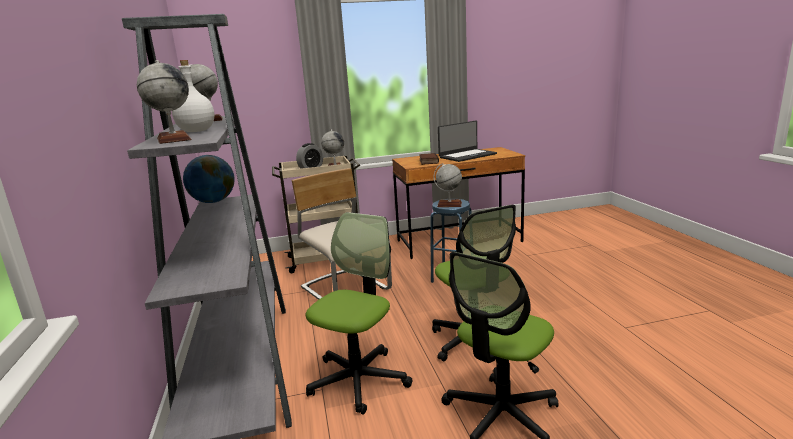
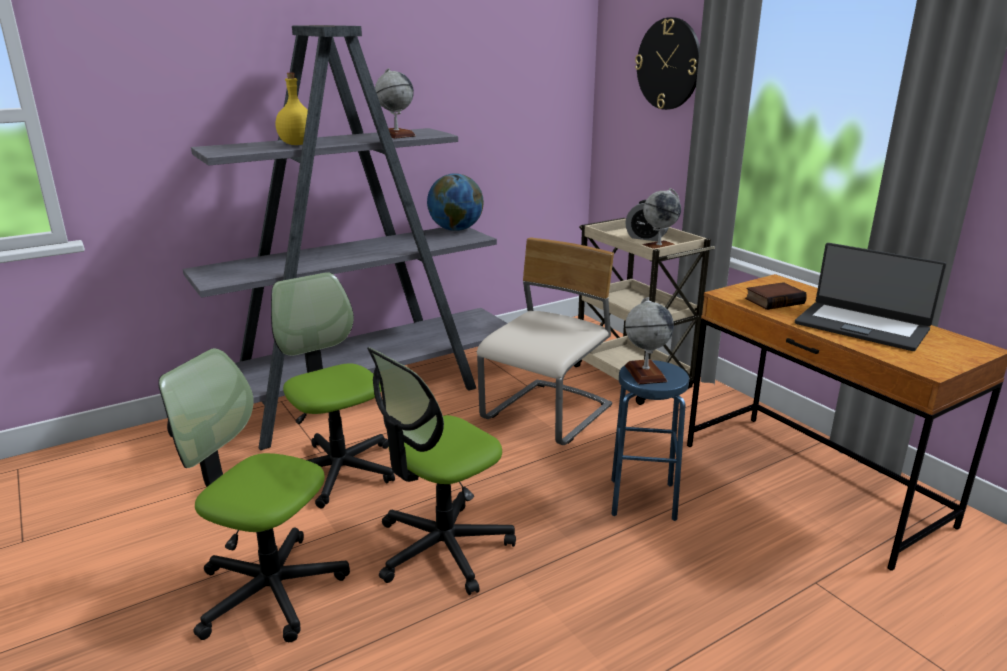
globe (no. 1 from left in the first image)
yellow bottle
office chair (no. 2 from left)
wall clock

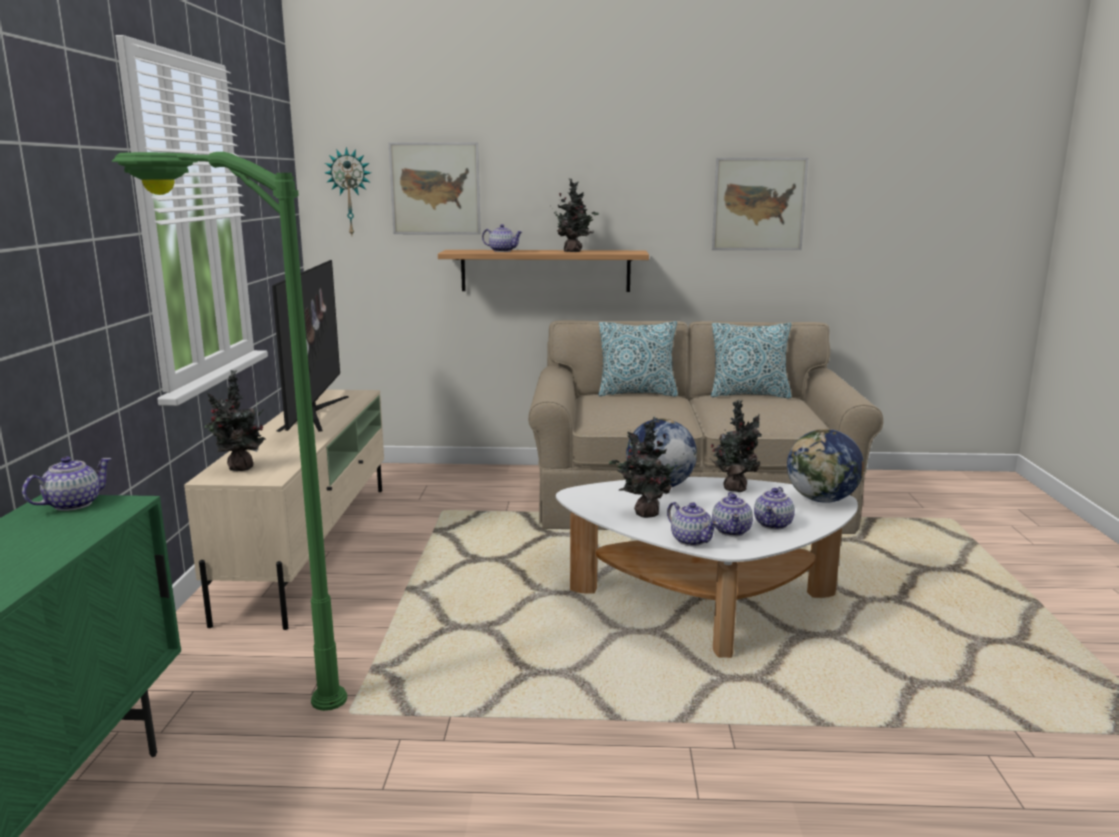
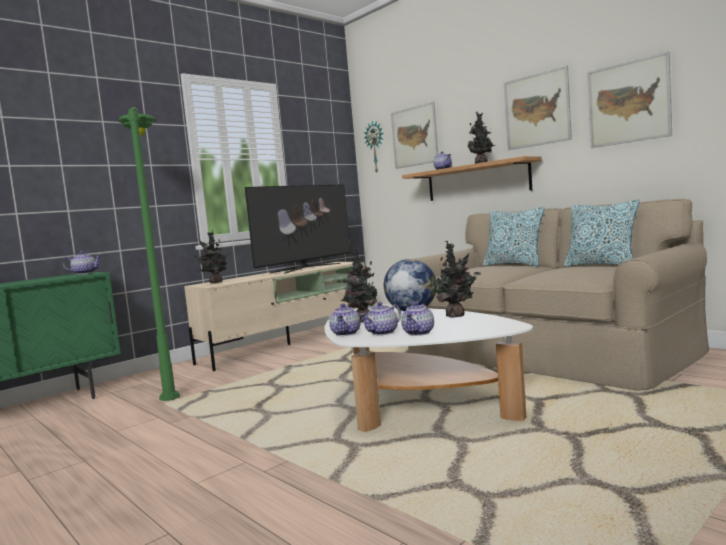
teapot (no. 4 from left)
globe (no. 2 from left in the first image)
picture (no. 2 from left)

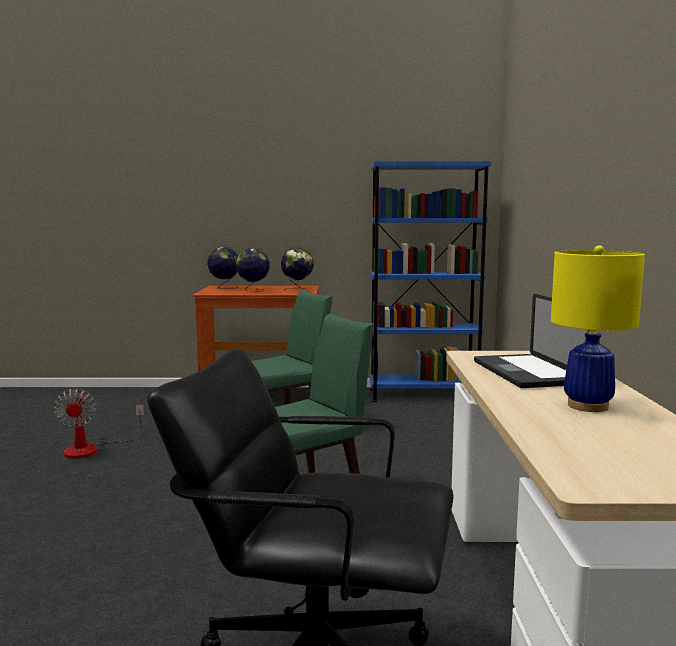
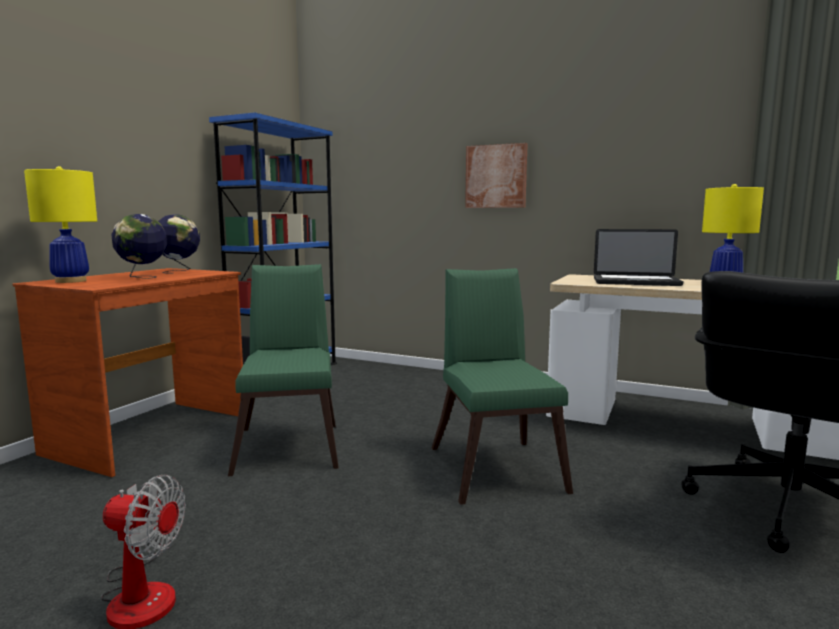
yellow table lamp (no. 1 from left)
picture

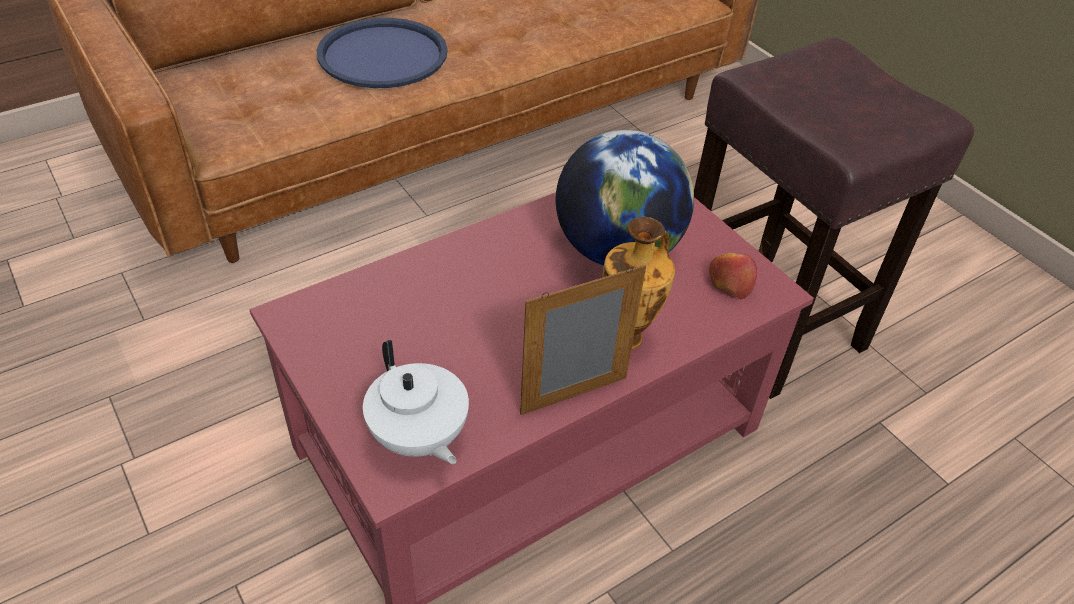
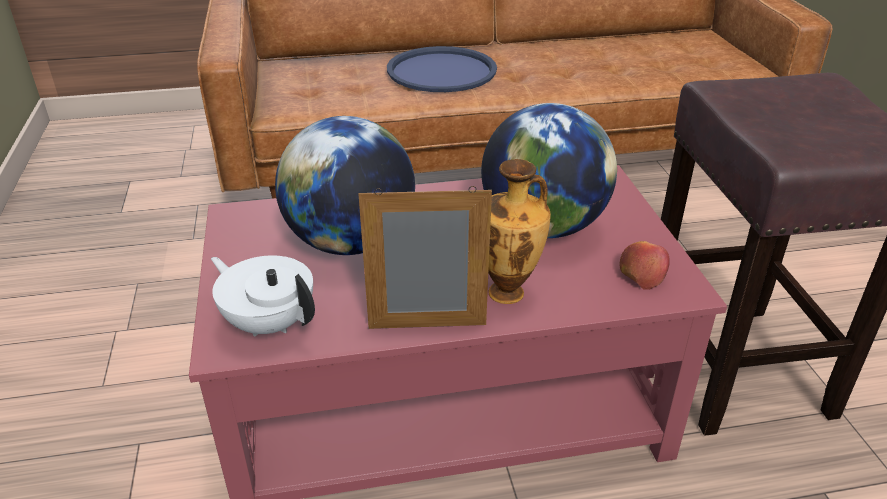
white teapot
globe (no. 1 from left)

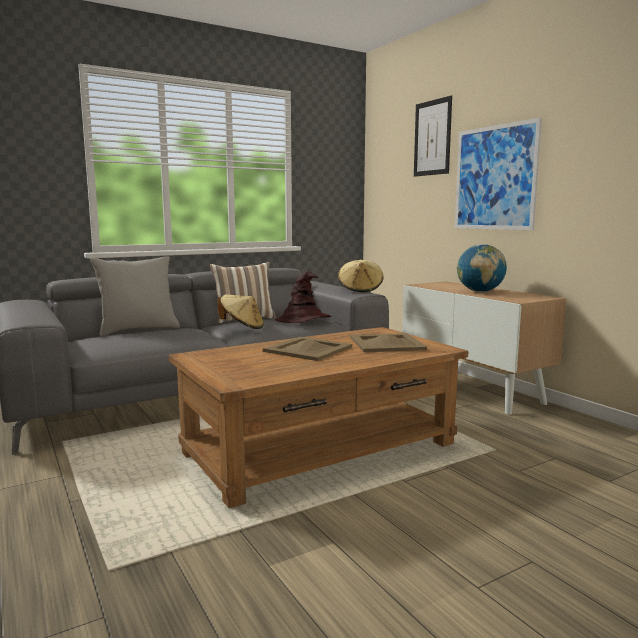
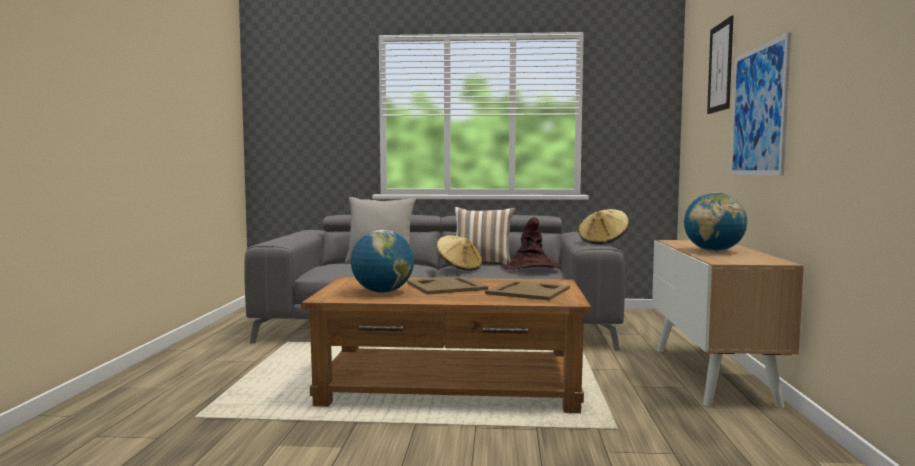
globe (no. 1 from left)

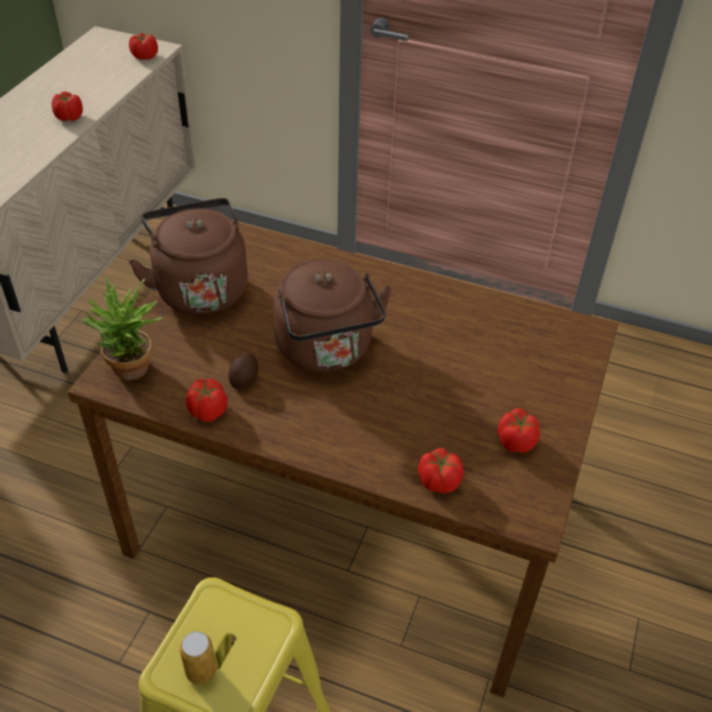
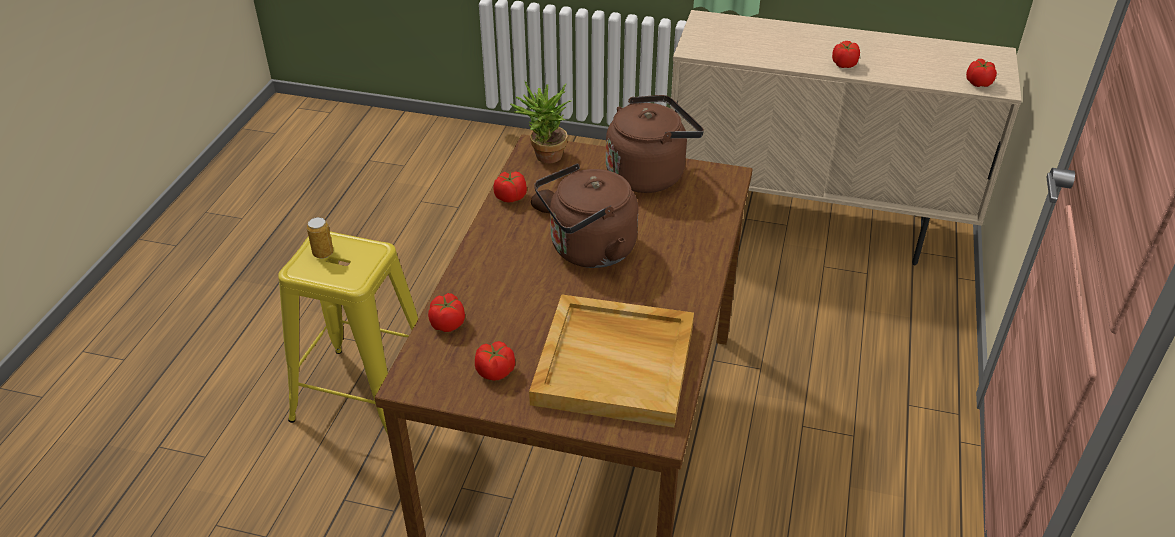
beige tray

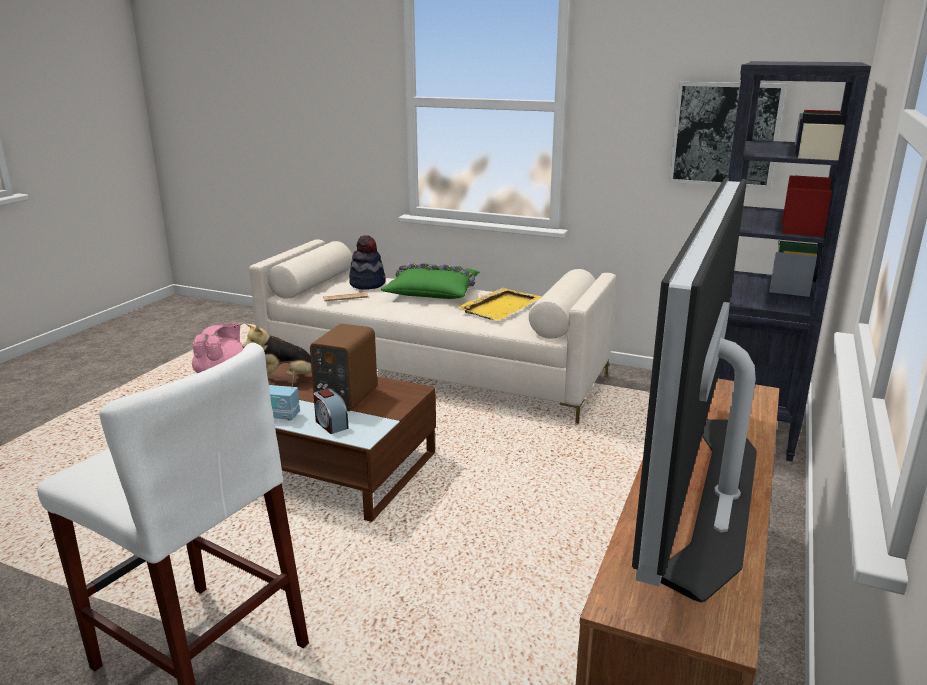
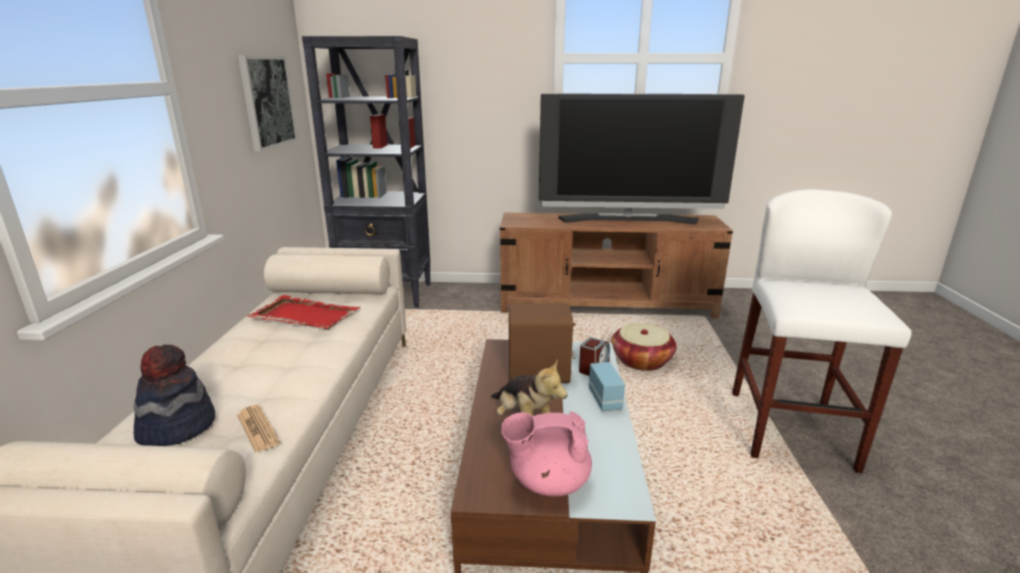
green pillow
red tray
basket

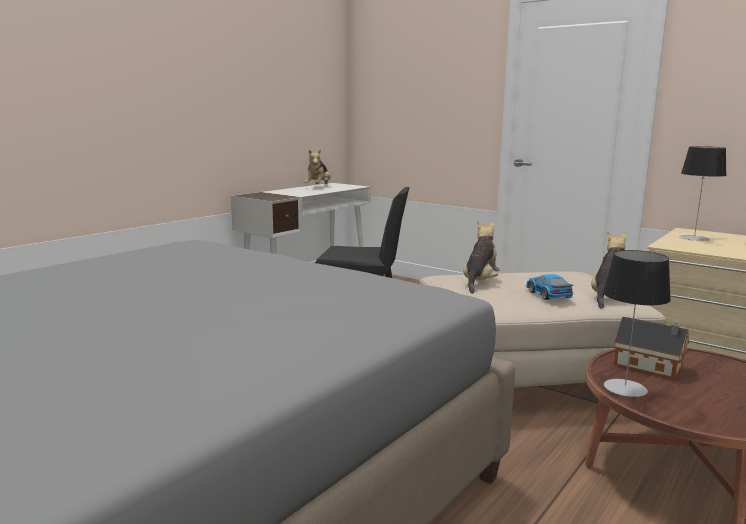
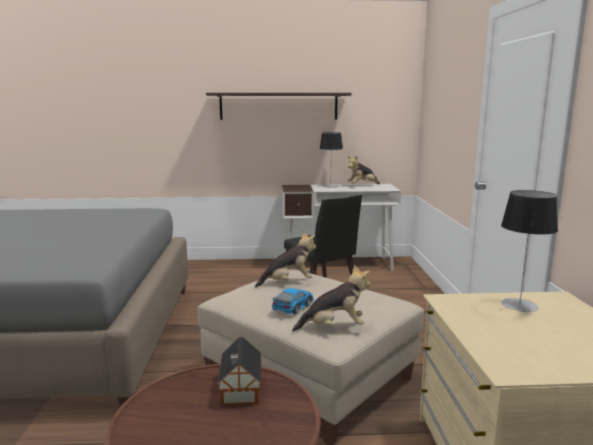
table lamp (no. 1 from left)
shelf

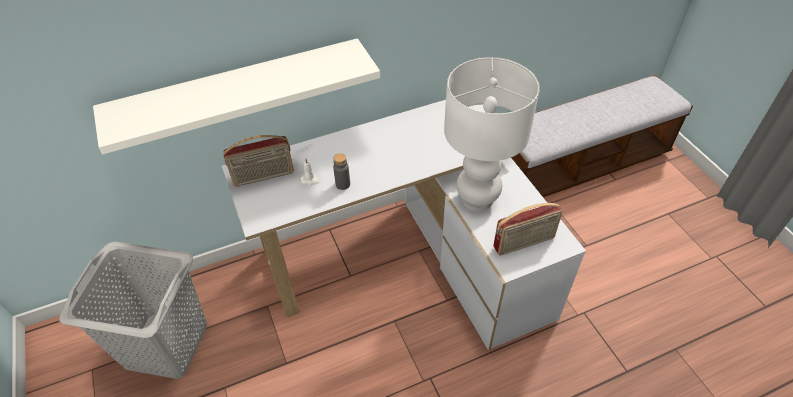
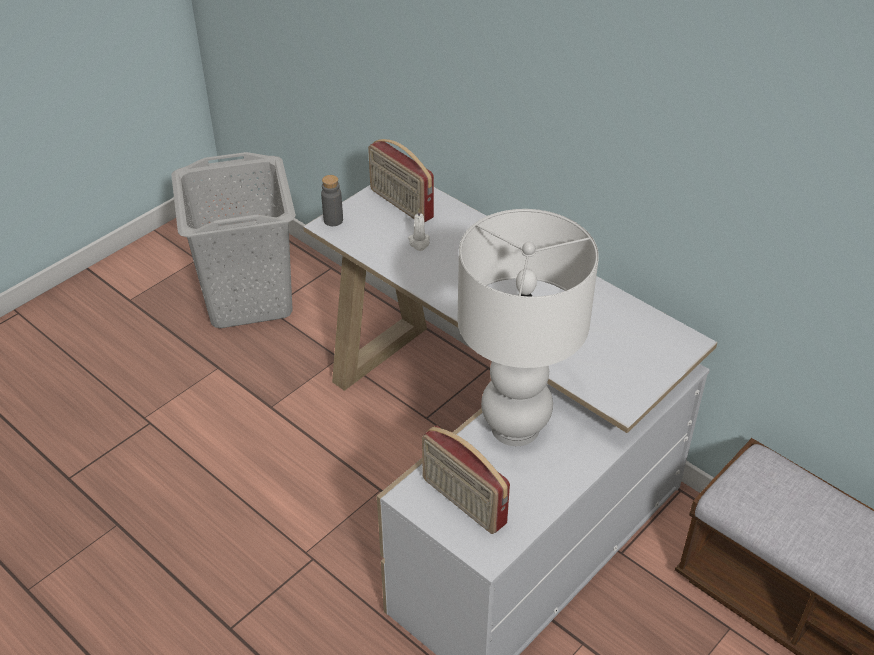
white shelf
grey bottle

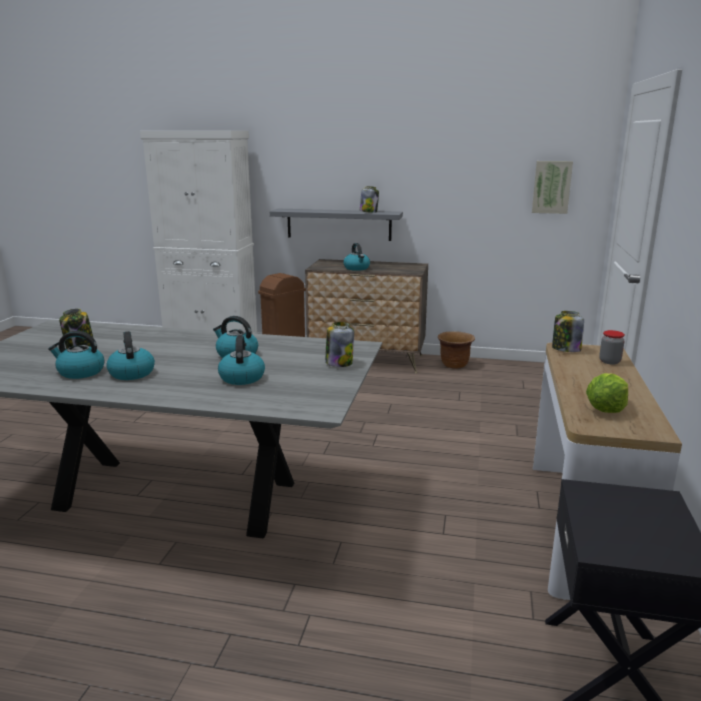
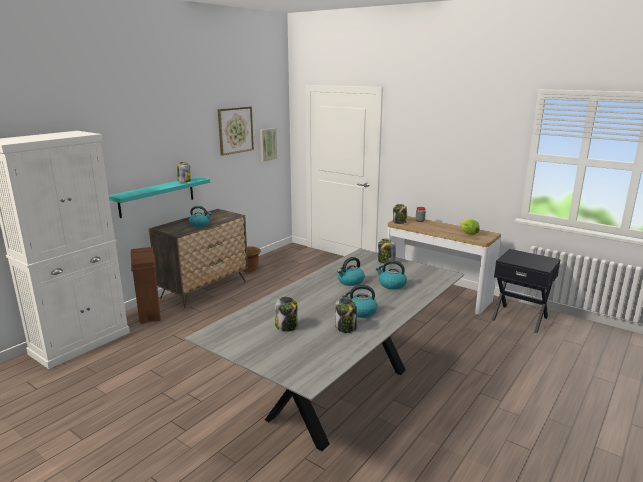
jar (no. 3 from left)
turquoise shelf
picture (no. 1 from left)

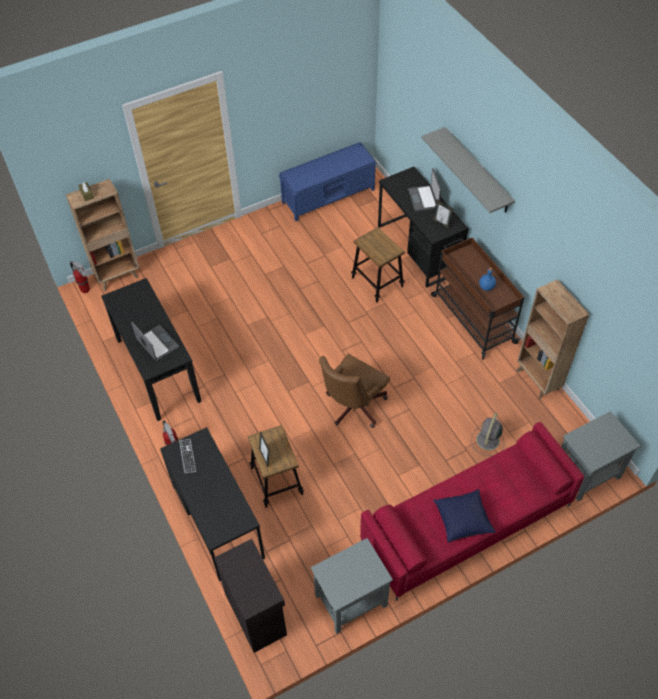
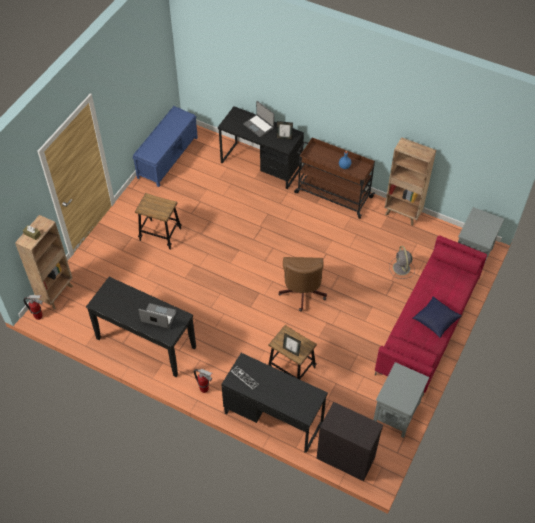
stool (no. 1 from left)
grey shelf

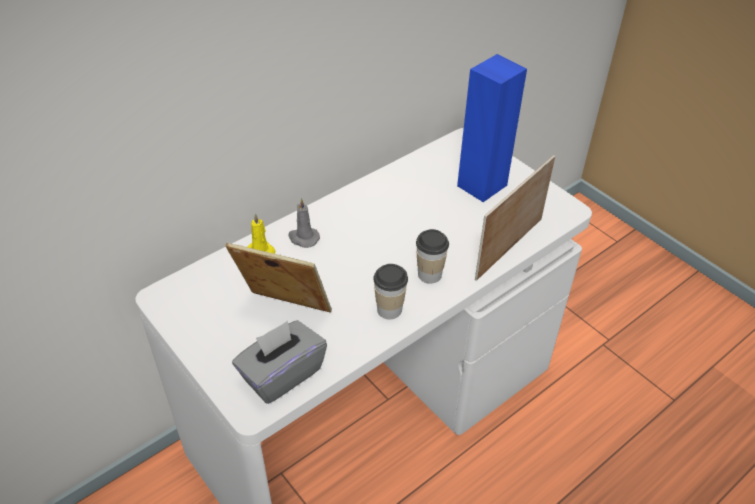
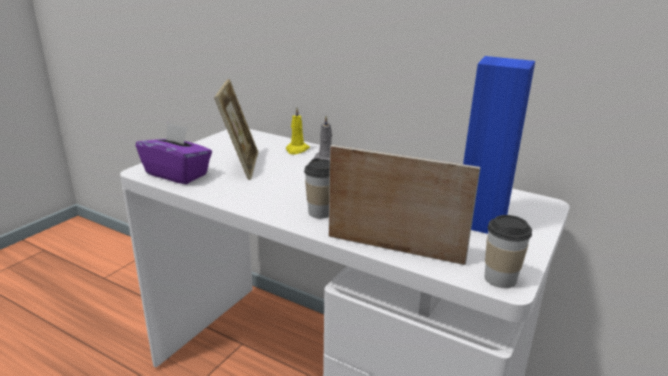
purple tissue box
cup (no. 2 from left)

